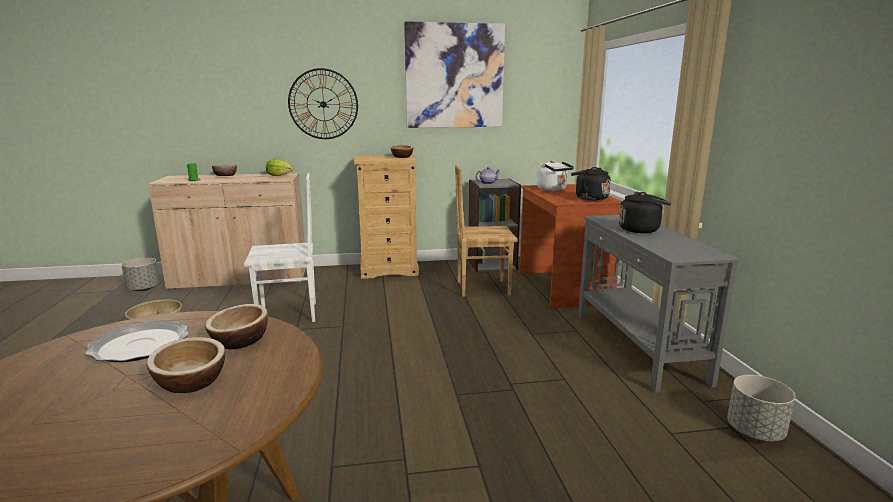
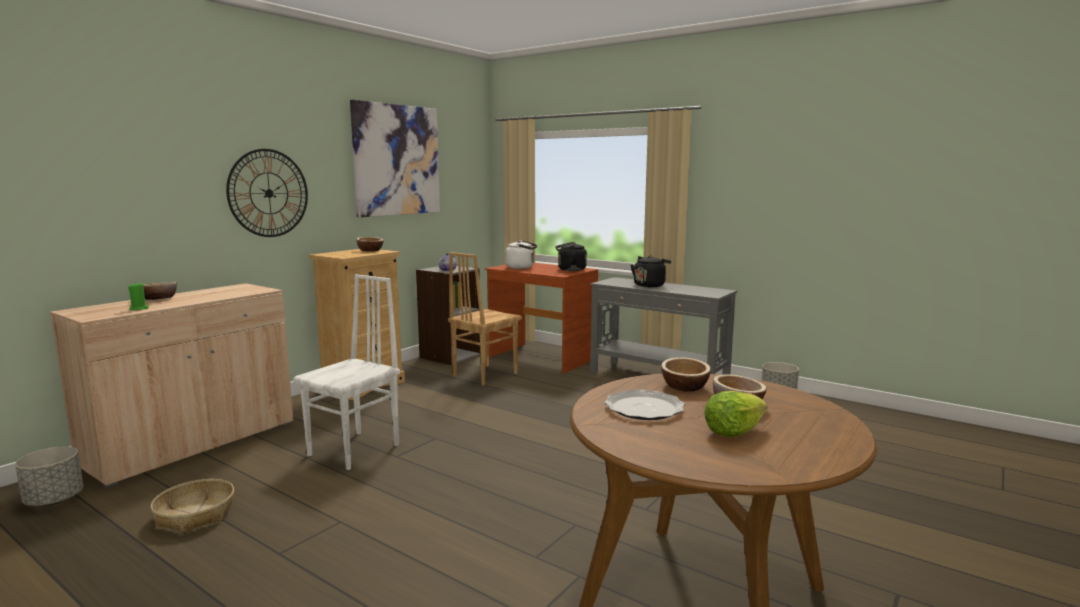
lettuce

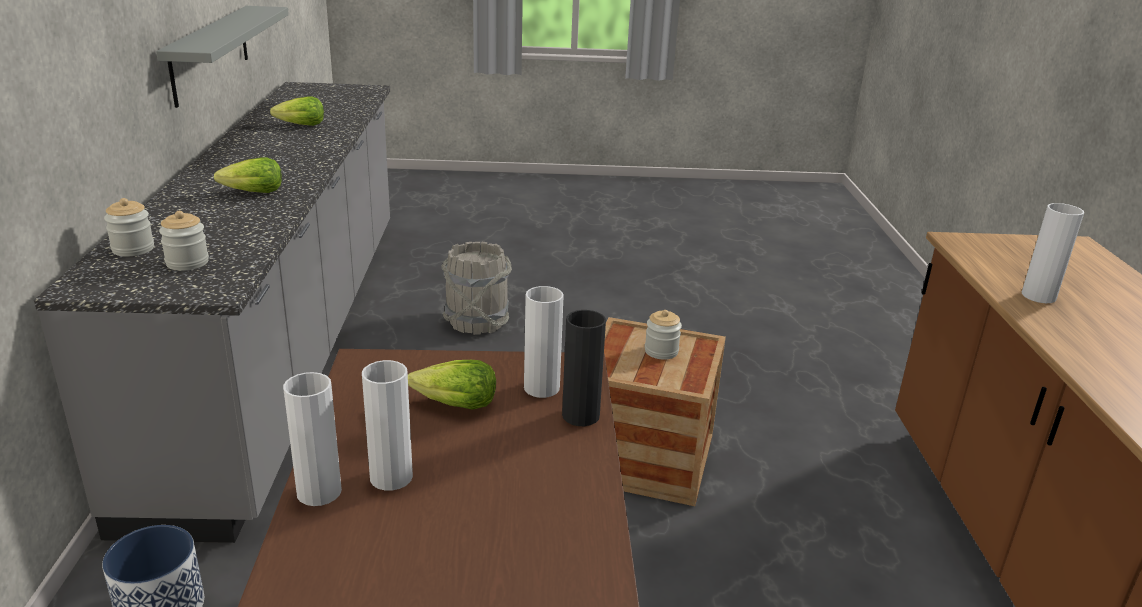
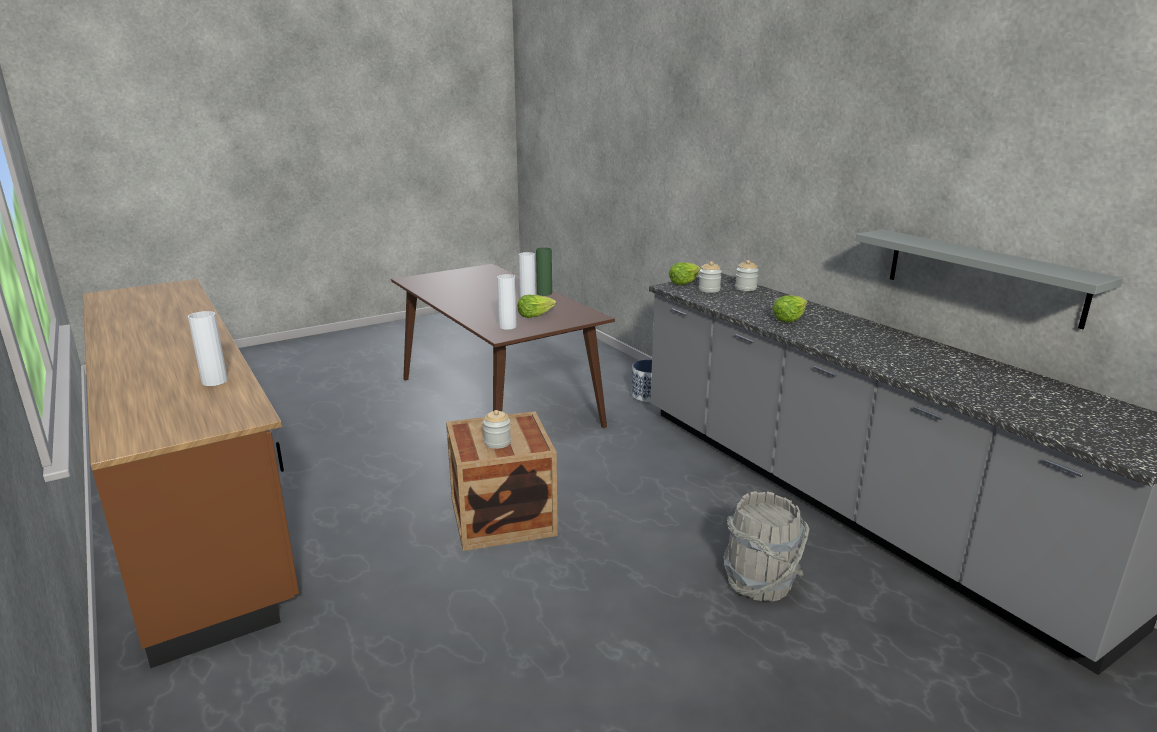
lettuce (no. 2 from left)
green vase
black vase

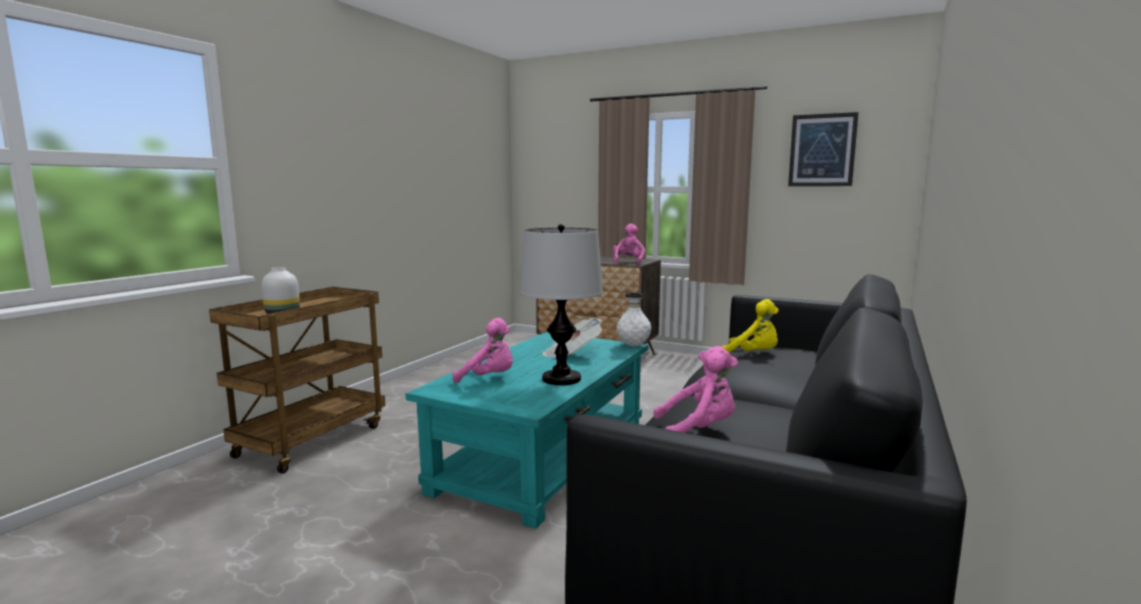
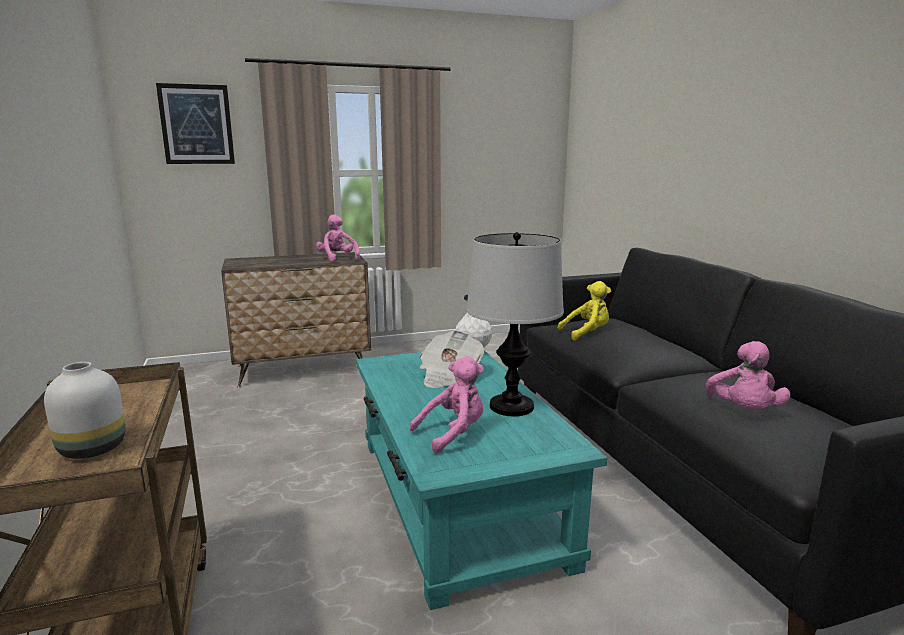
pink plush toy (no. 3 from left)
picture

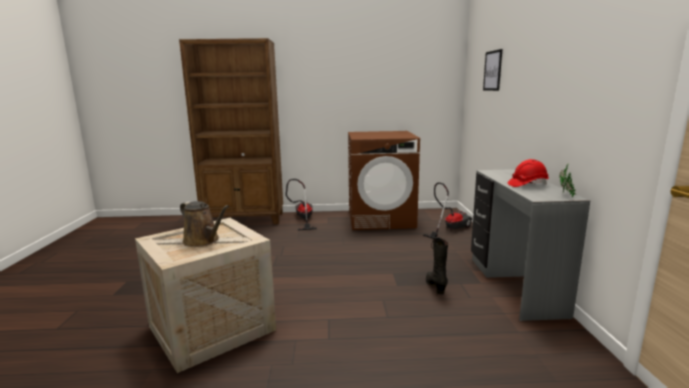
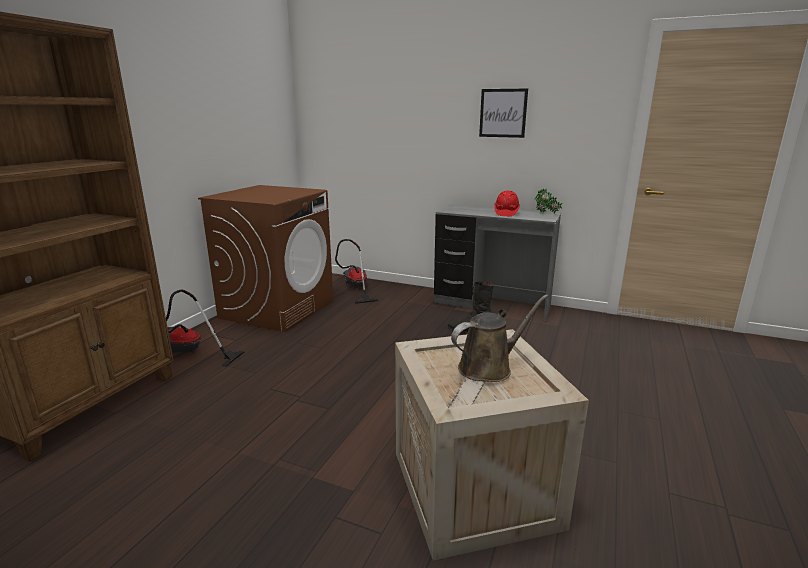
picture

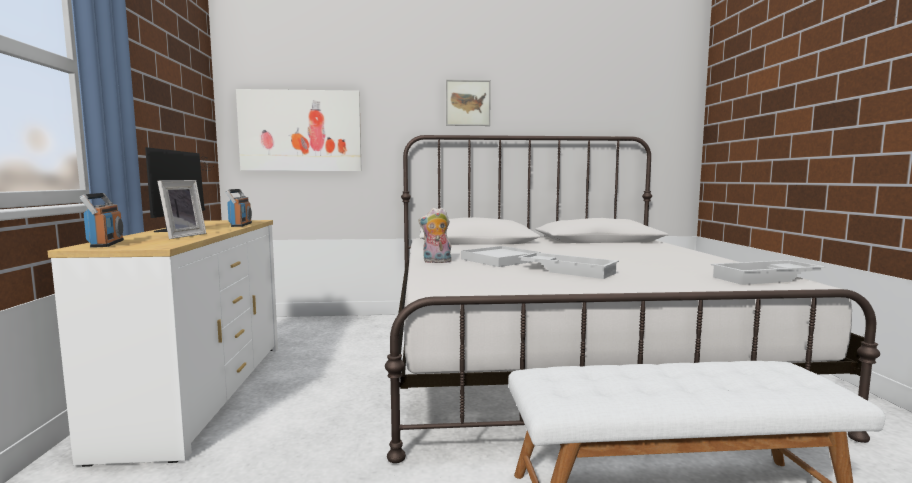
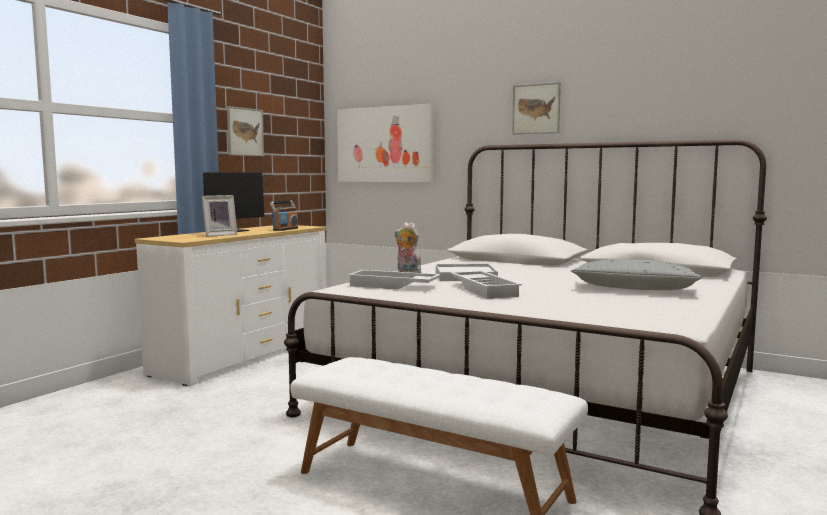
radio (no. 1 from left in the first image)
white tray (no. 1 from left)
picture (no. 1 from left)
grey pillow

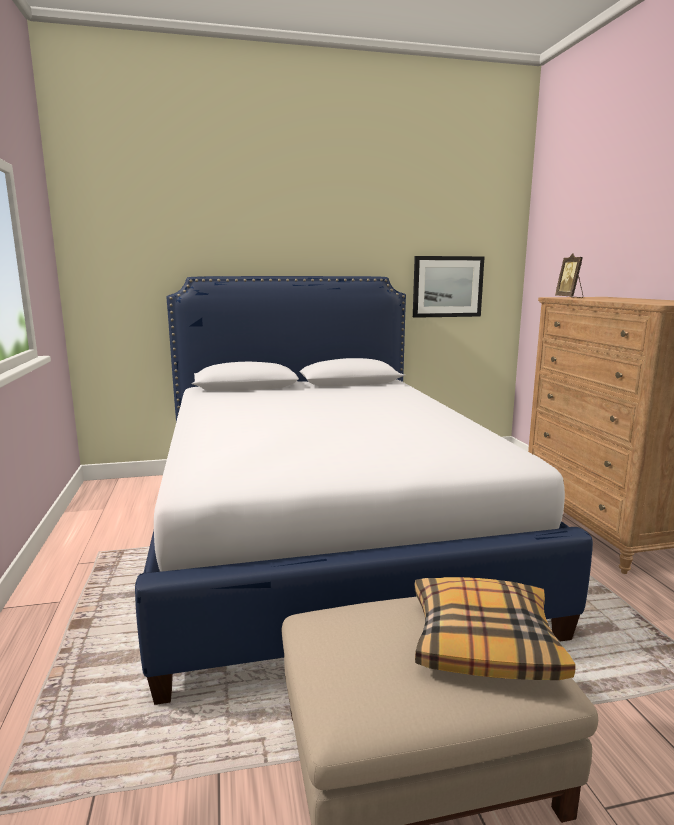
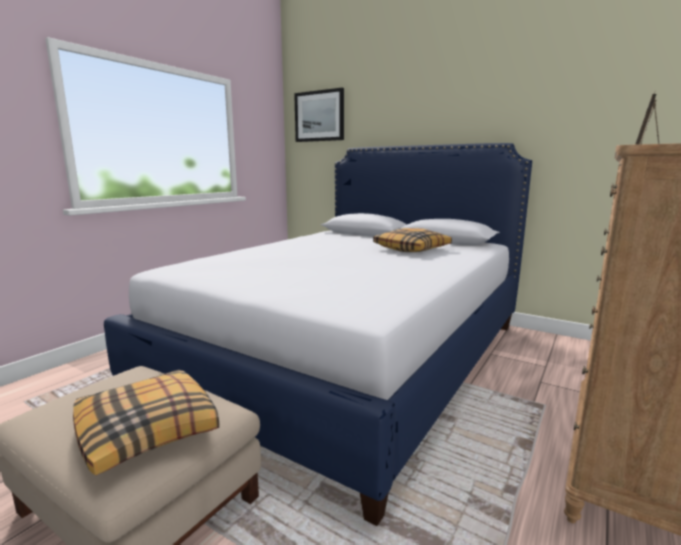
picture
pillow (no. 2 from left)

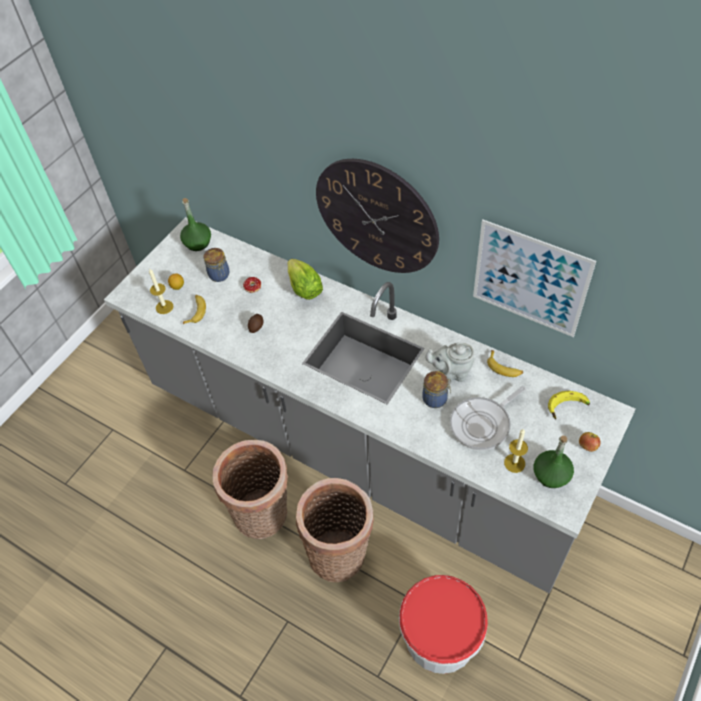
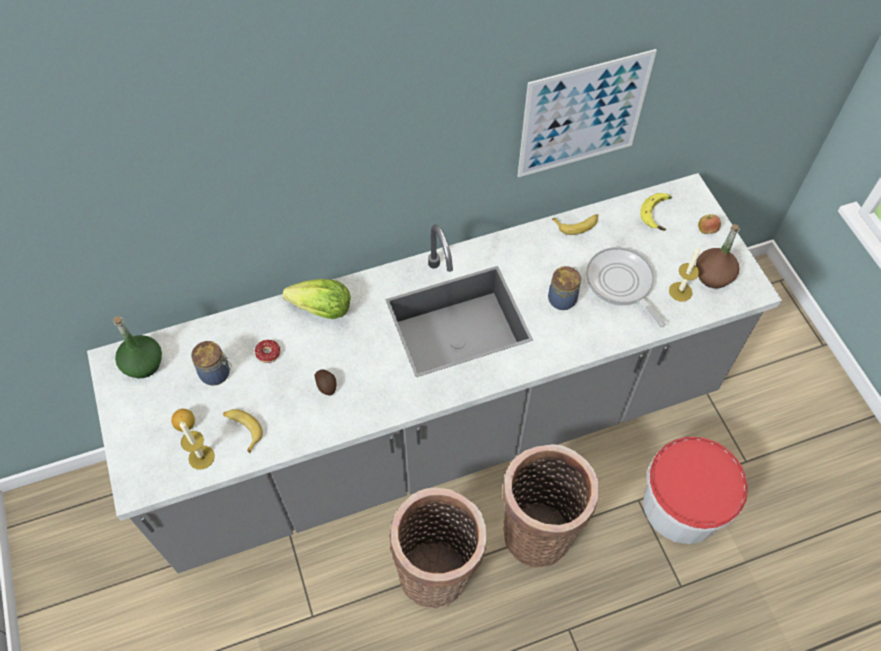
wall clock
grey teapot
frying pan
brown bottle

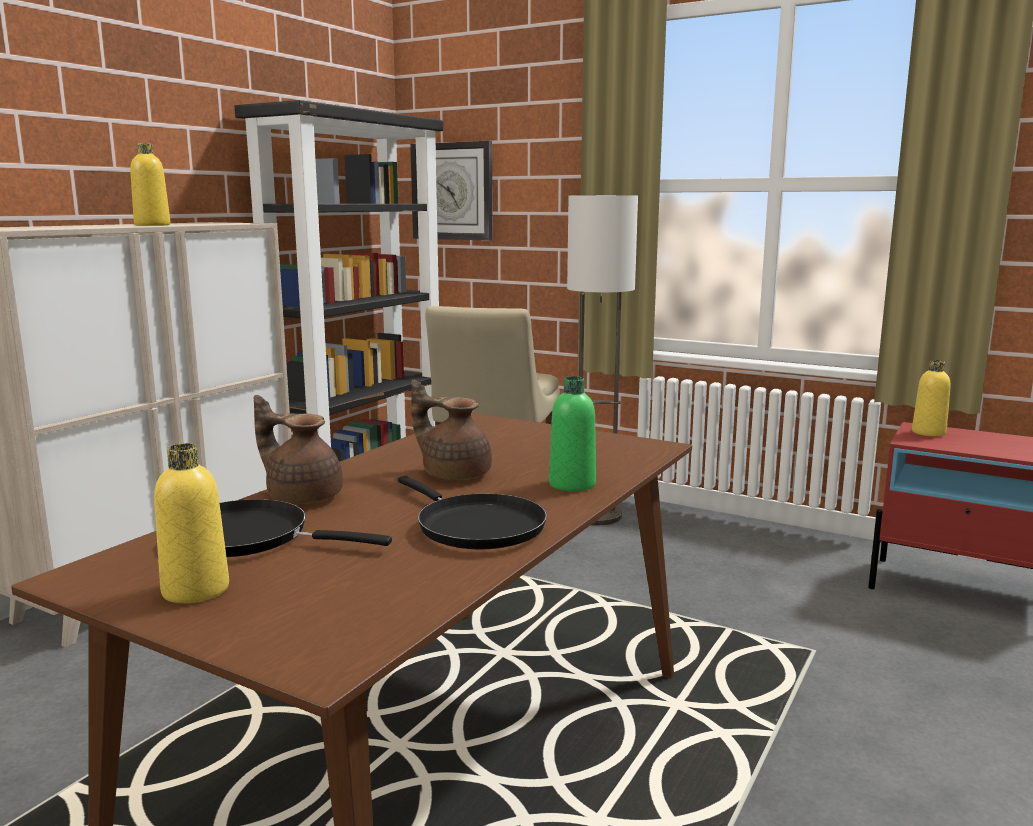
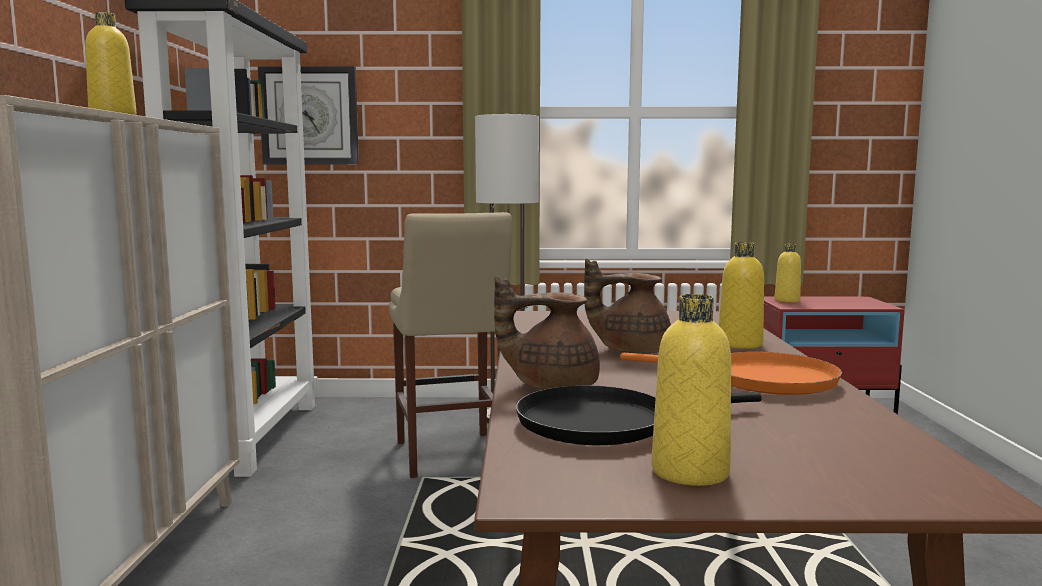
orange frying pan
yellow bottle (no. 3 from left)

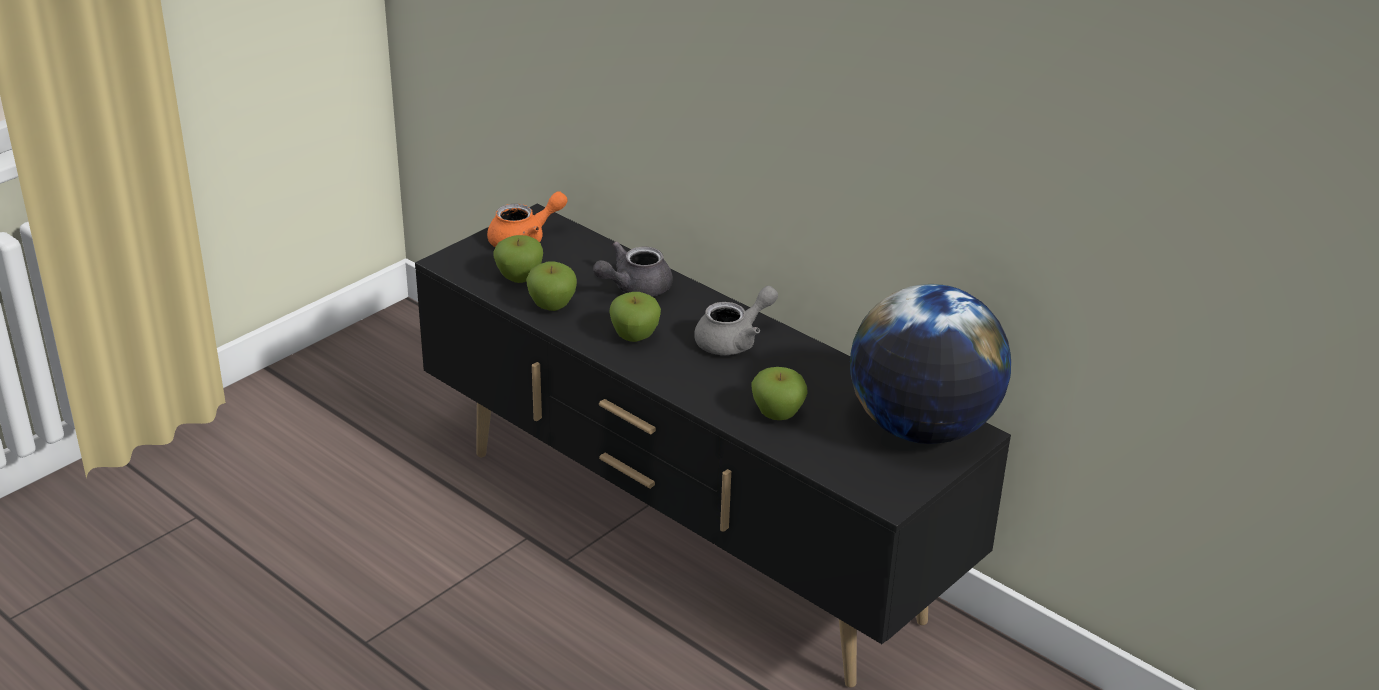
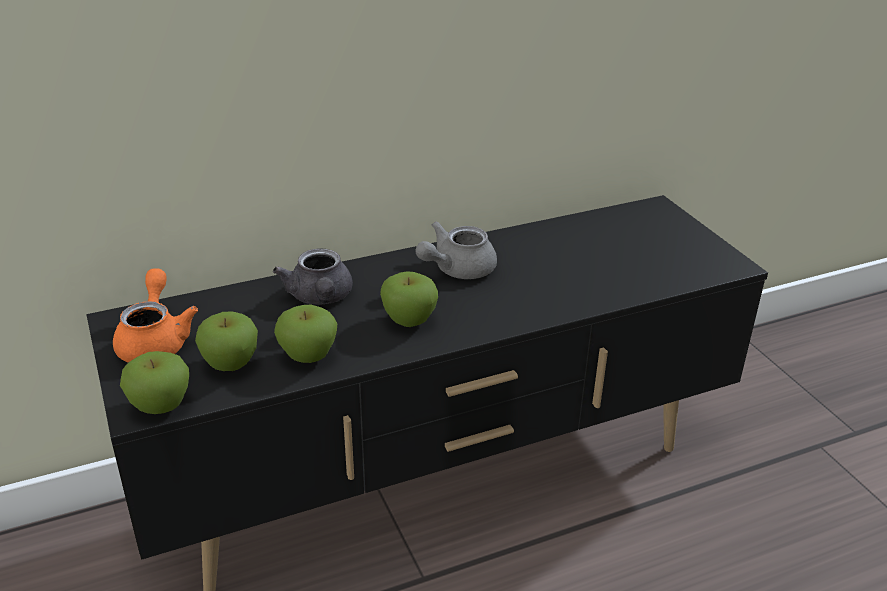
grey teapot (no. 2 from left)
apple (no. 1 from left)
globe

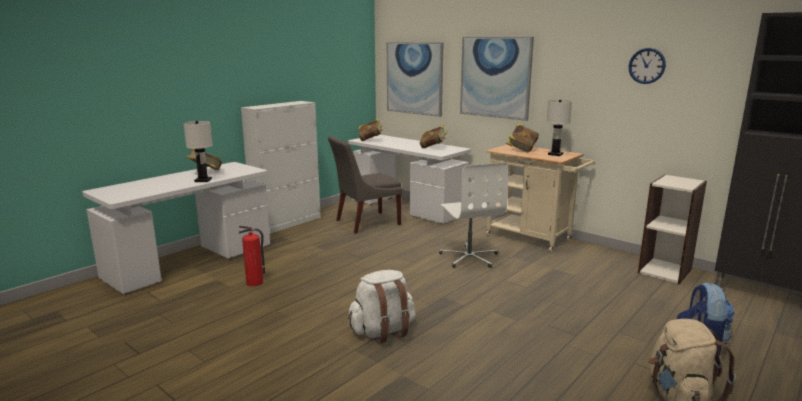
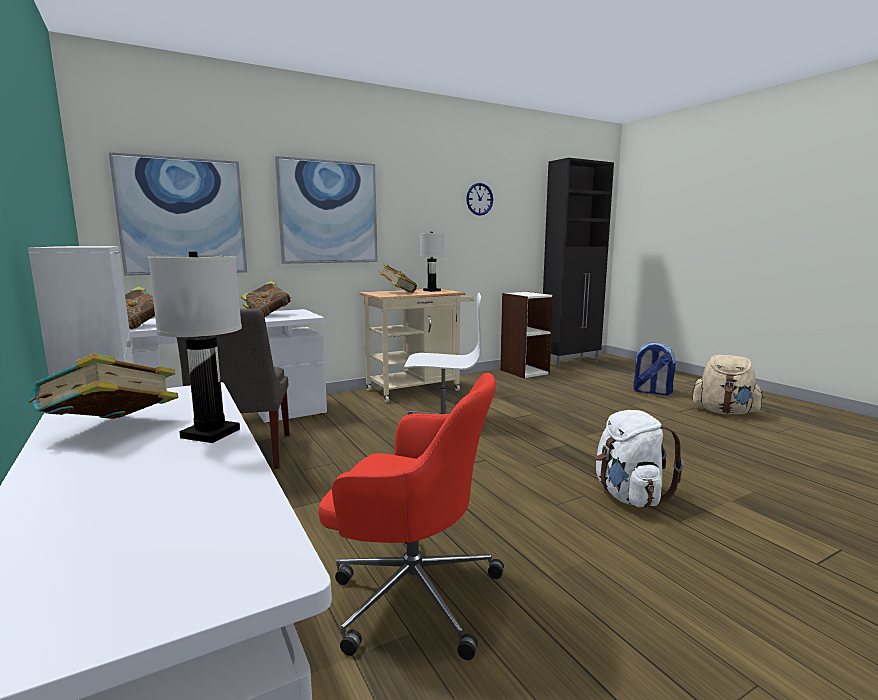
red office chair

